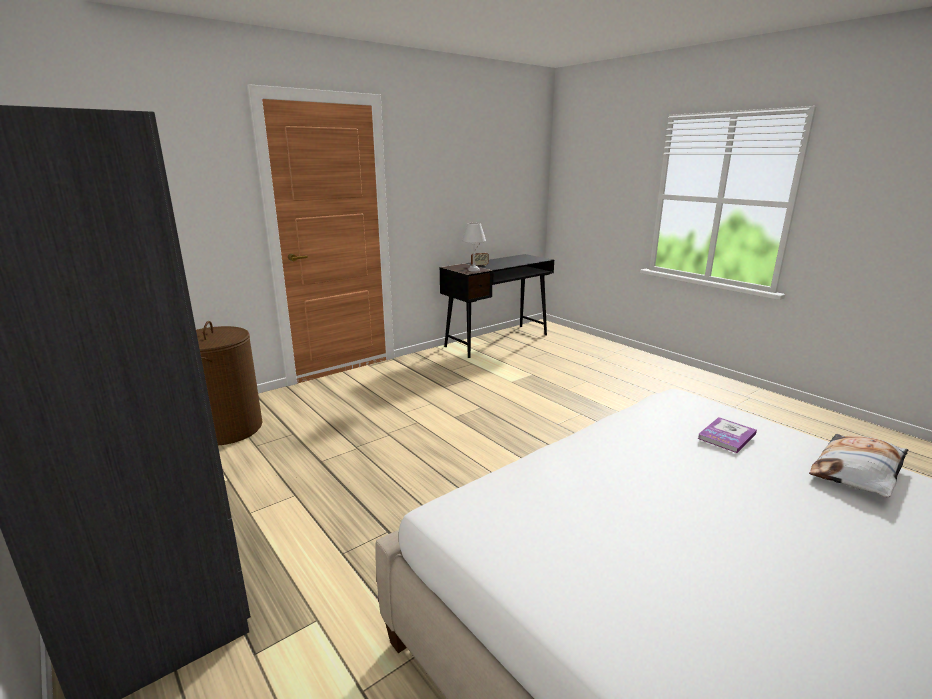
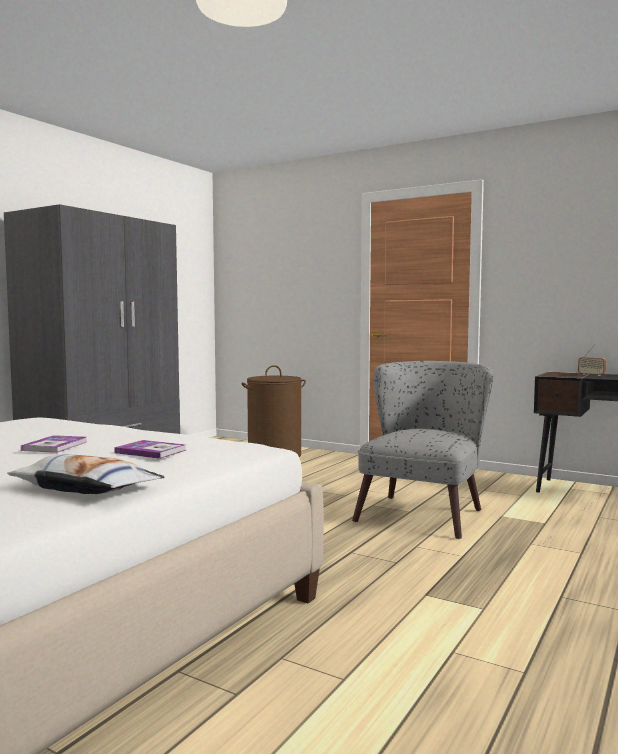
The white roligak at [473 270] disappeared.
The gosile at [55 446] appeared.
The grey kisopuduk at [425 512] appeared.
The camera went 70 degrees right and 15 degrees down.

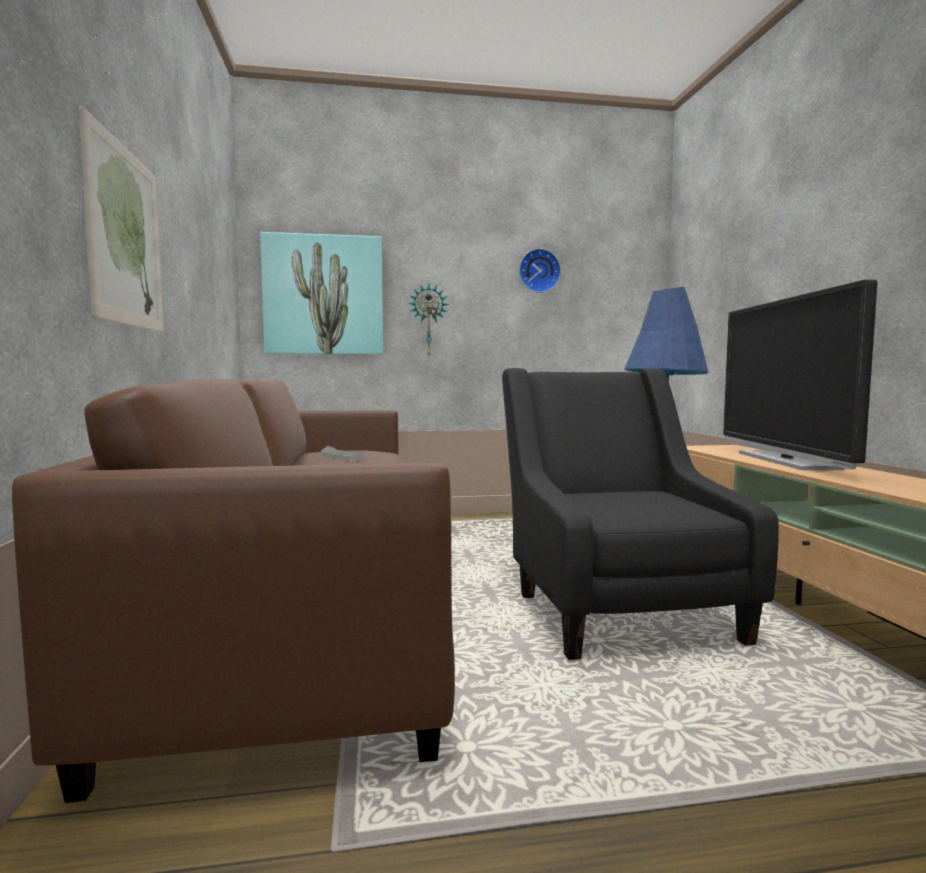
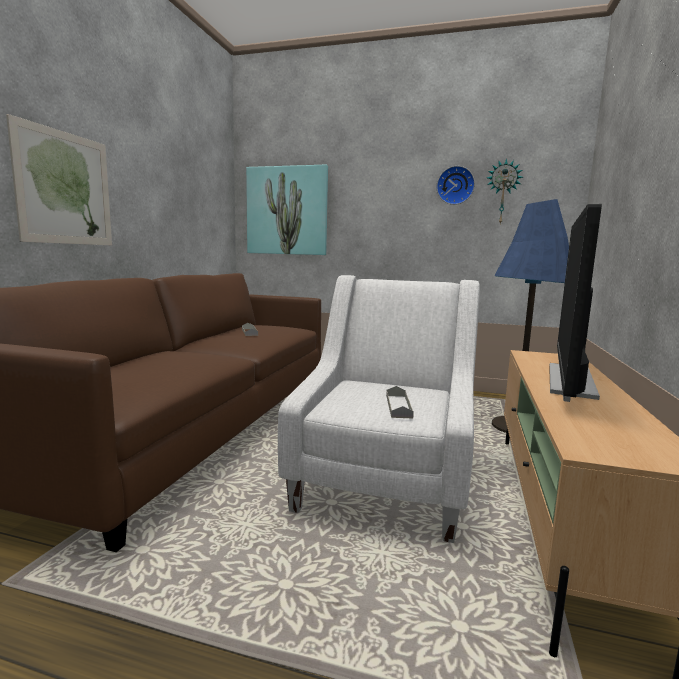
The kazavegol moved from [428 320] to [503 192].
The black kisopuduk at [616 608] became the white kisopuduk at [385 480].
The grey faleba at [398 406] appeared.
The camera went 25 degrees right and 5 degrees up.

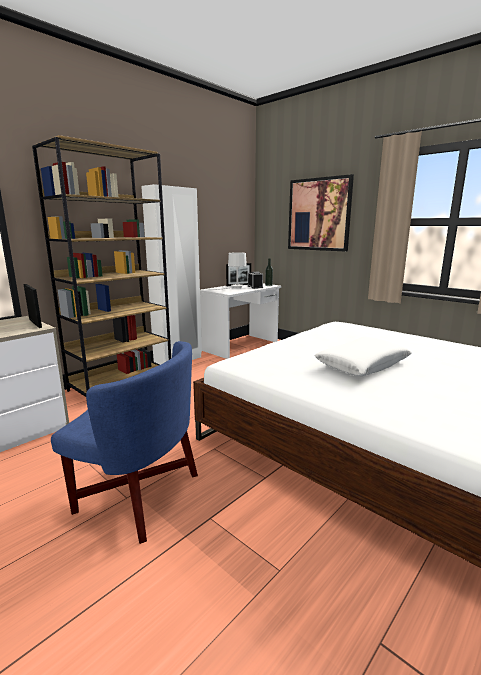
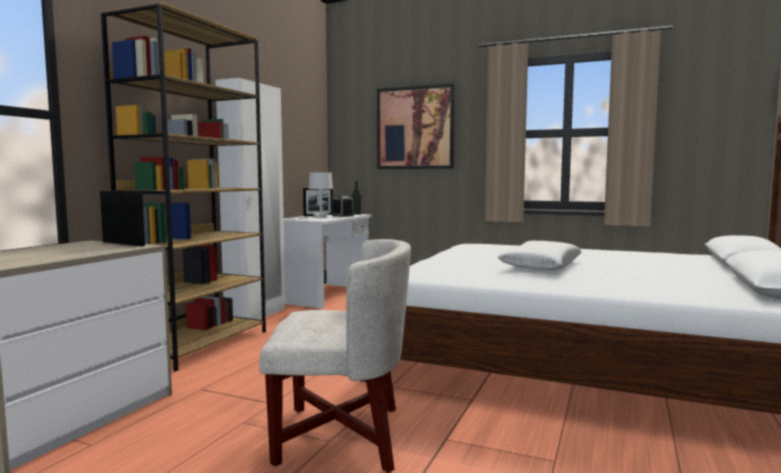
The blue kisopuduk at [139 494] became the white kisopuduk at [341 436].
The camera went 20 degrees left and 10 degrees down.

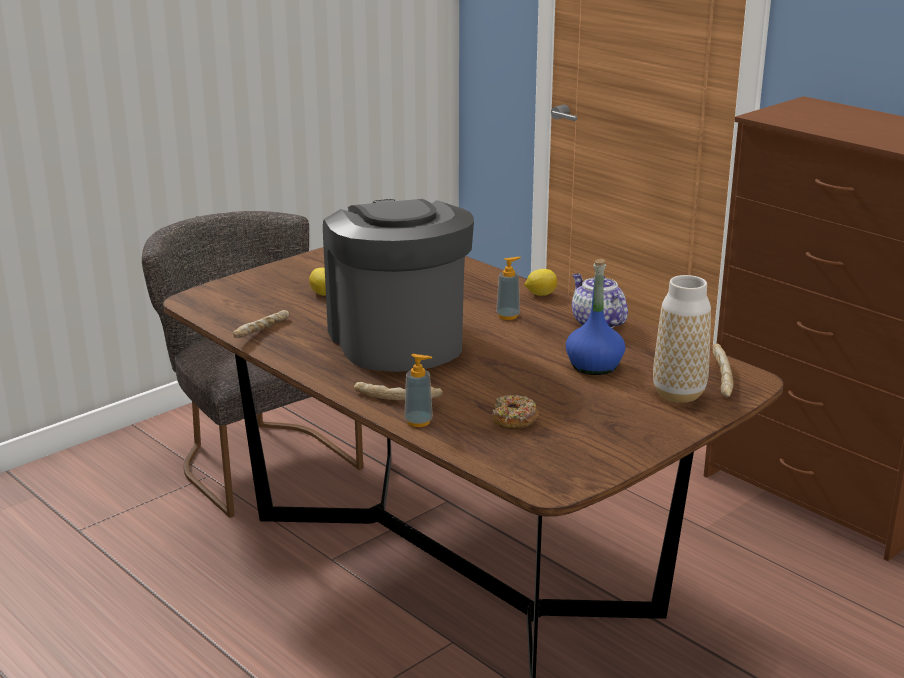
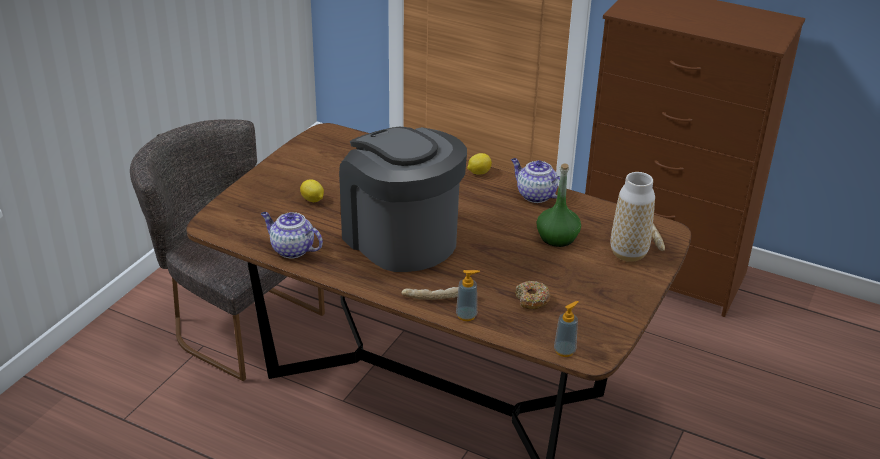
The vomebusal at [262 332] was replaced by the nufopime at [291 249].
The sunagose moved from [508 316] to [564 351].
The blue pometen at [594 366] became the green pometen at [557 238].
The camera went 20 degrees left and 10 degrees up.

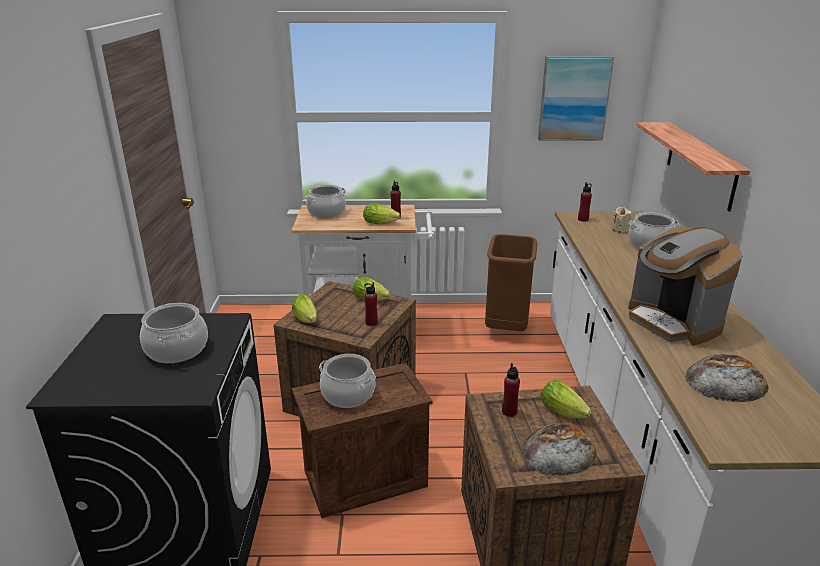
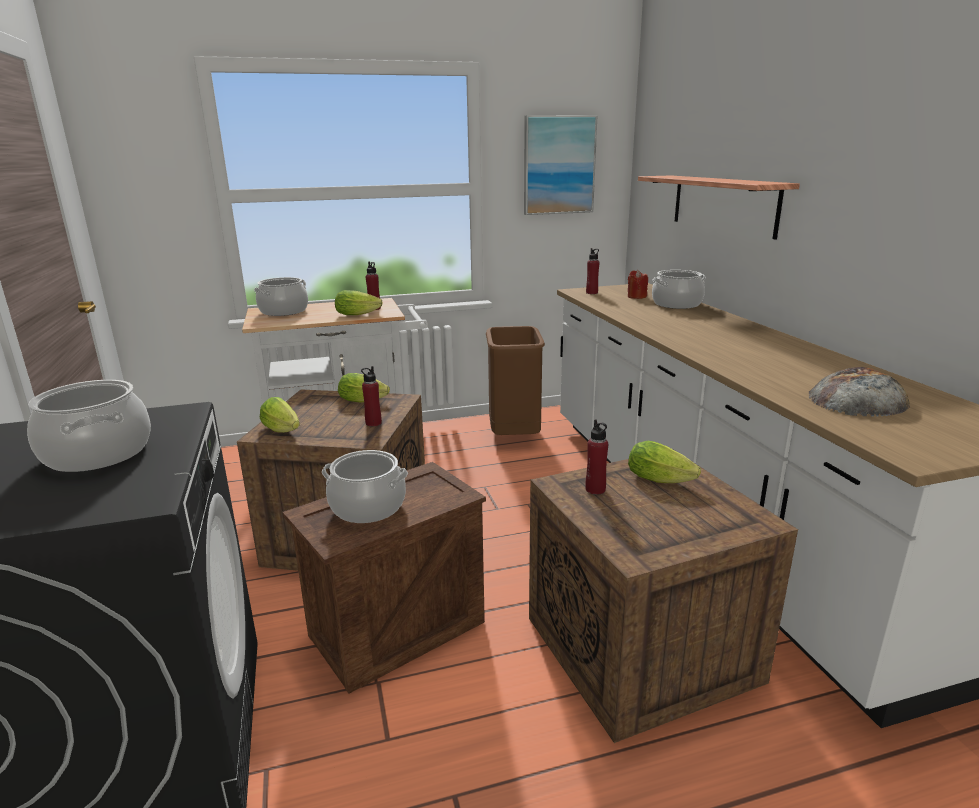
The vomebusal at [559 451] disappeared.
The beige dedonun at [620 230] became the red dedonun at [636 297].
The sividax at [673 322] disappeared.
The camera went 15 degrees left and 5 degrees down.

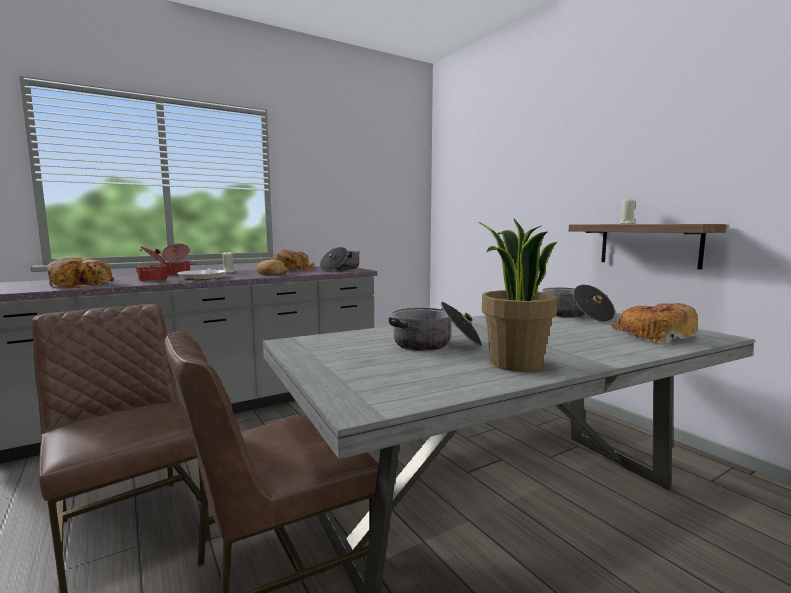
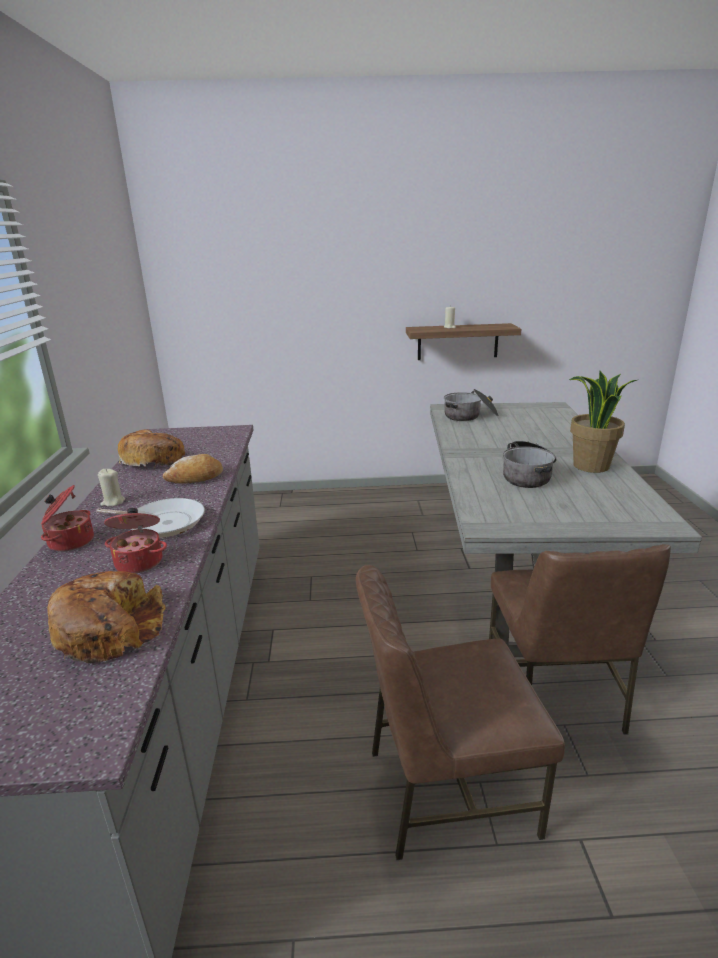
The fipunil at [340 269] disappeared.
The vomebusal at [654 335] disappeared.
The camera went 60 degrees left and 15 degrees up.

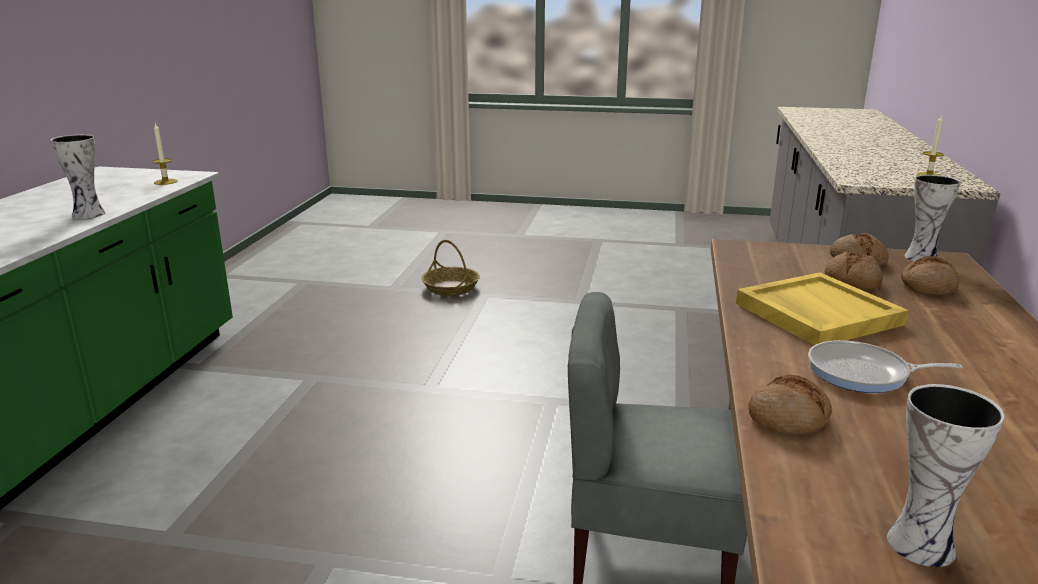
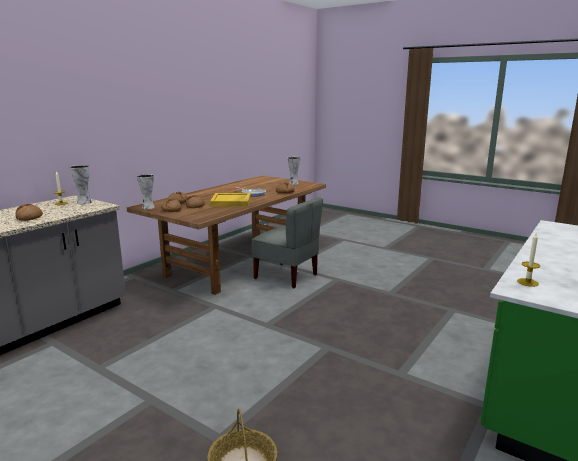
The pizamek moved from [90 214] to [84 202].
The vomebusal at [29 217] appeared.
The camera went 155 degrees left and 5 degrees down.

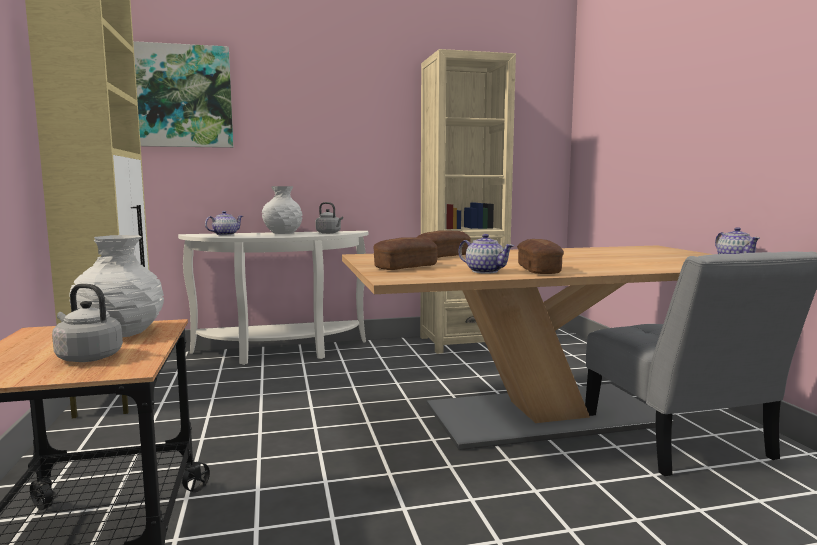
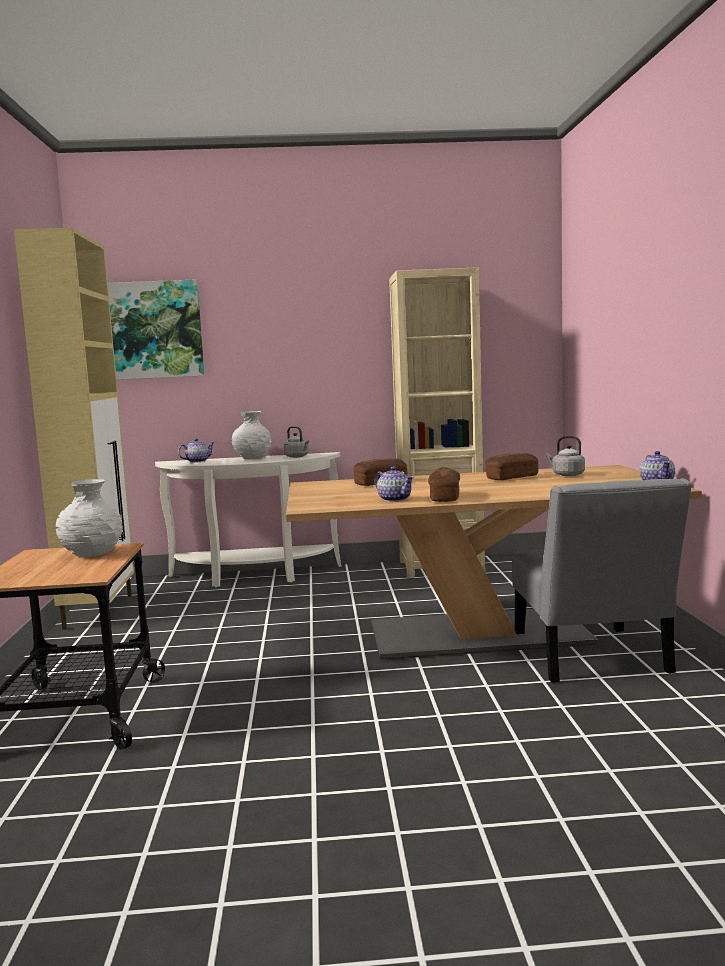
The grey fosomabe moved from [87 357] to [566 475].
The vomebusal moved from [405 267] to [512 477].
The camera went 10 degrees right and 0 degrees up.

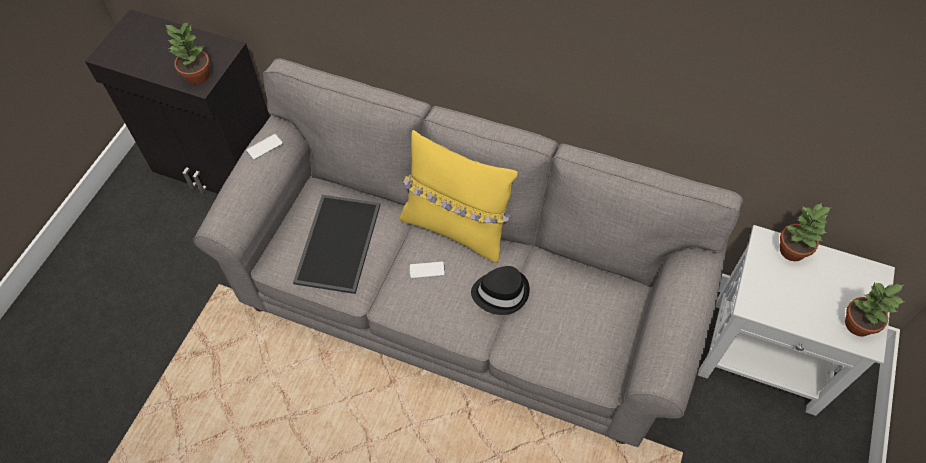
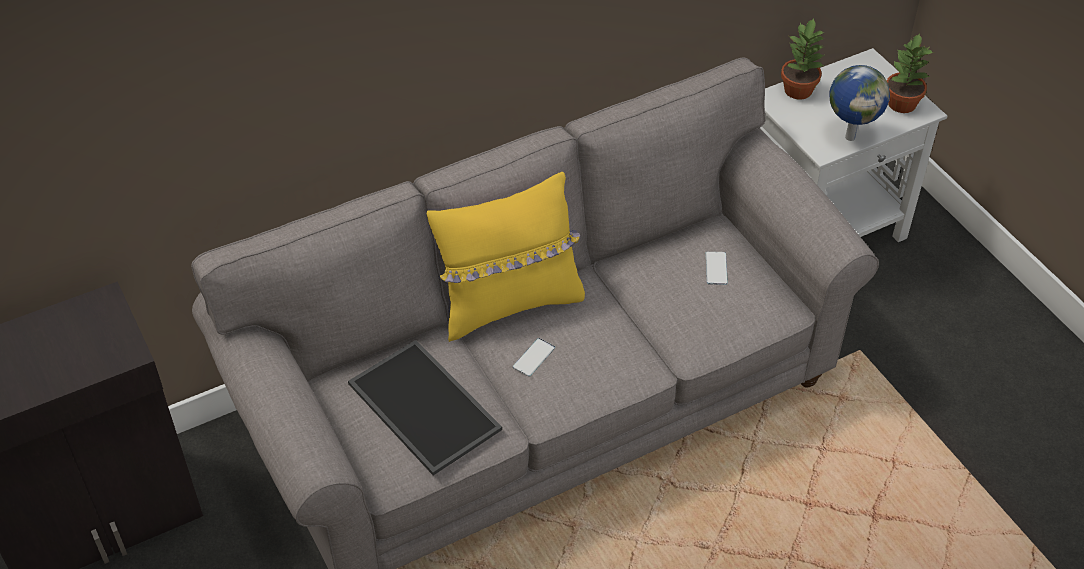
The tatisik at [196 76] disappeared.
The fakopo moved from [264 147] to [716 268].
The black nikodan at [500 292] disappeared.
The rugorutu at [850 136] appeared.
The camera went 50 degrees left and 10 degrees down.

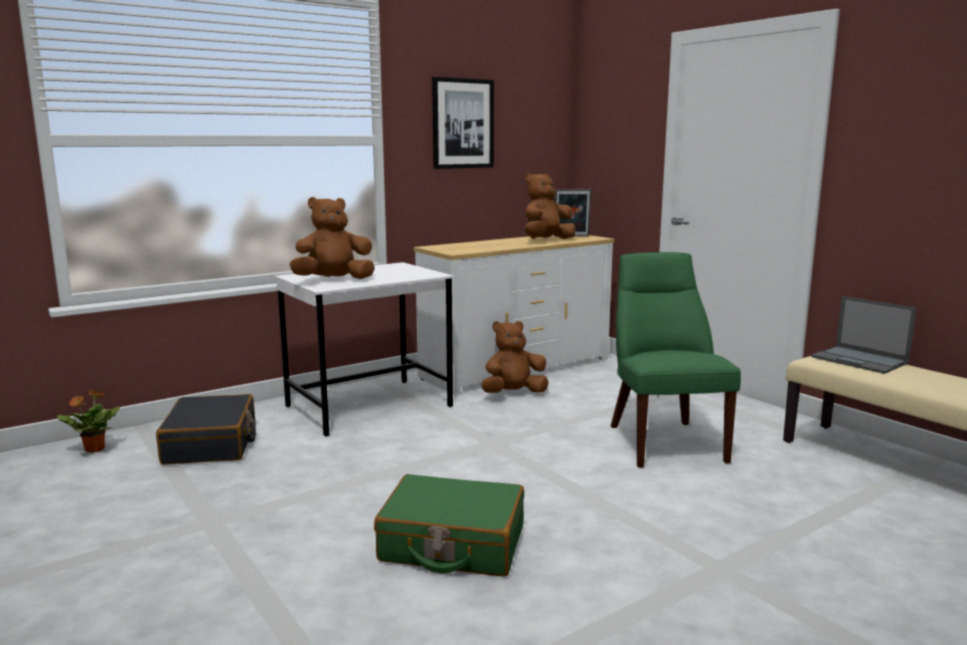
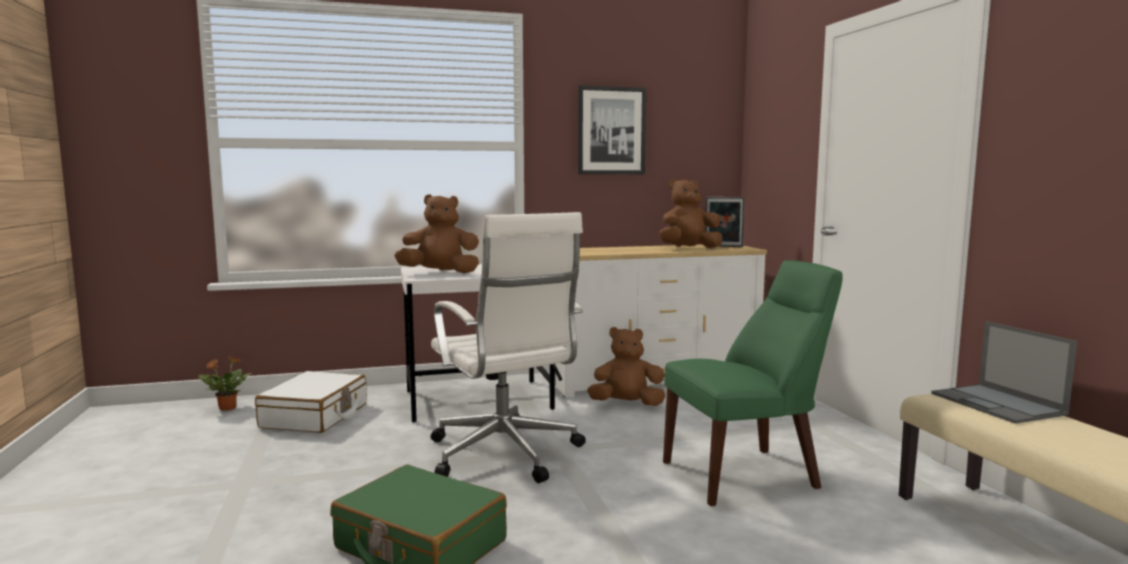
The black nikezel at [211 444] became the white nikezel at [315 416].
The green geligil at [663 441] turned 60 degrees clockwise.
The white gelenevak at [505 455] appeared.
The camera went 20 degrees right and 5 degrees down.

